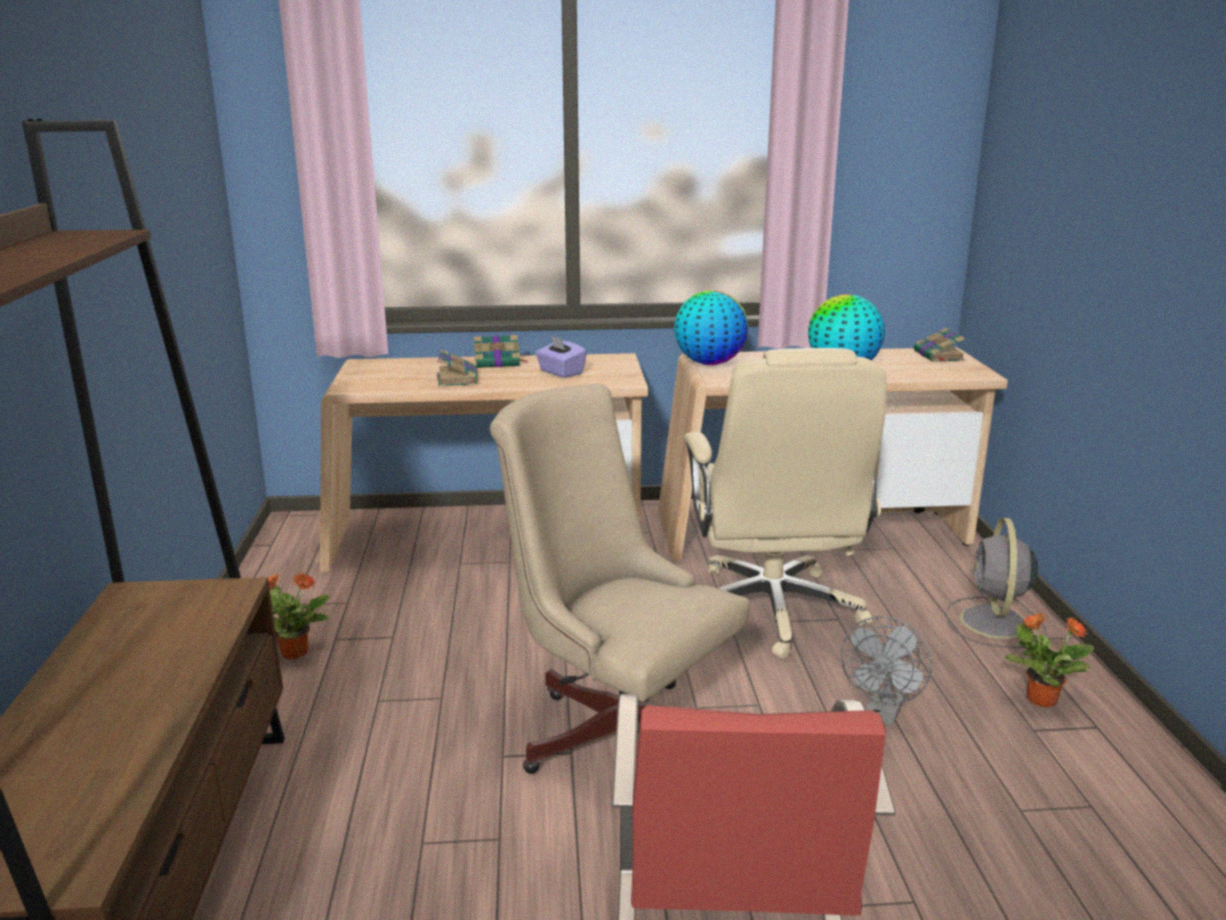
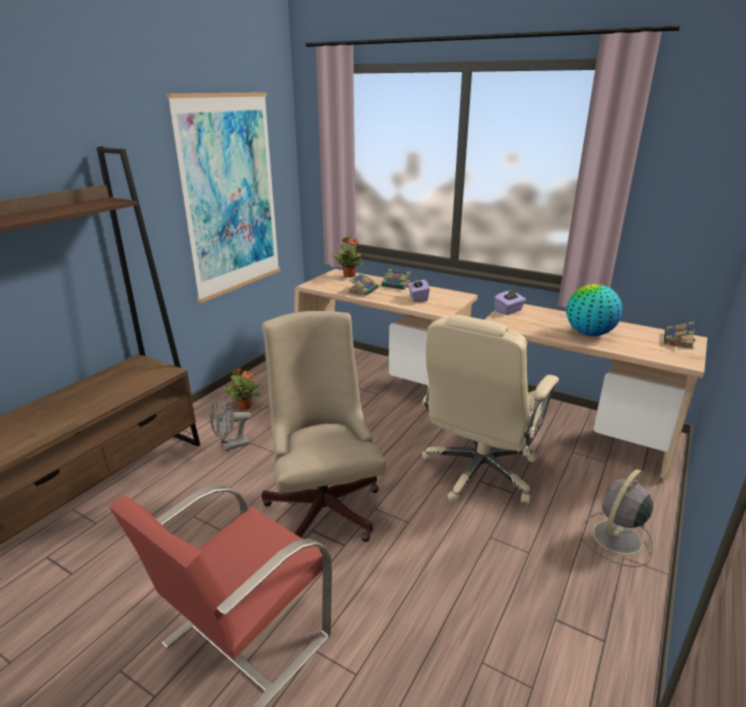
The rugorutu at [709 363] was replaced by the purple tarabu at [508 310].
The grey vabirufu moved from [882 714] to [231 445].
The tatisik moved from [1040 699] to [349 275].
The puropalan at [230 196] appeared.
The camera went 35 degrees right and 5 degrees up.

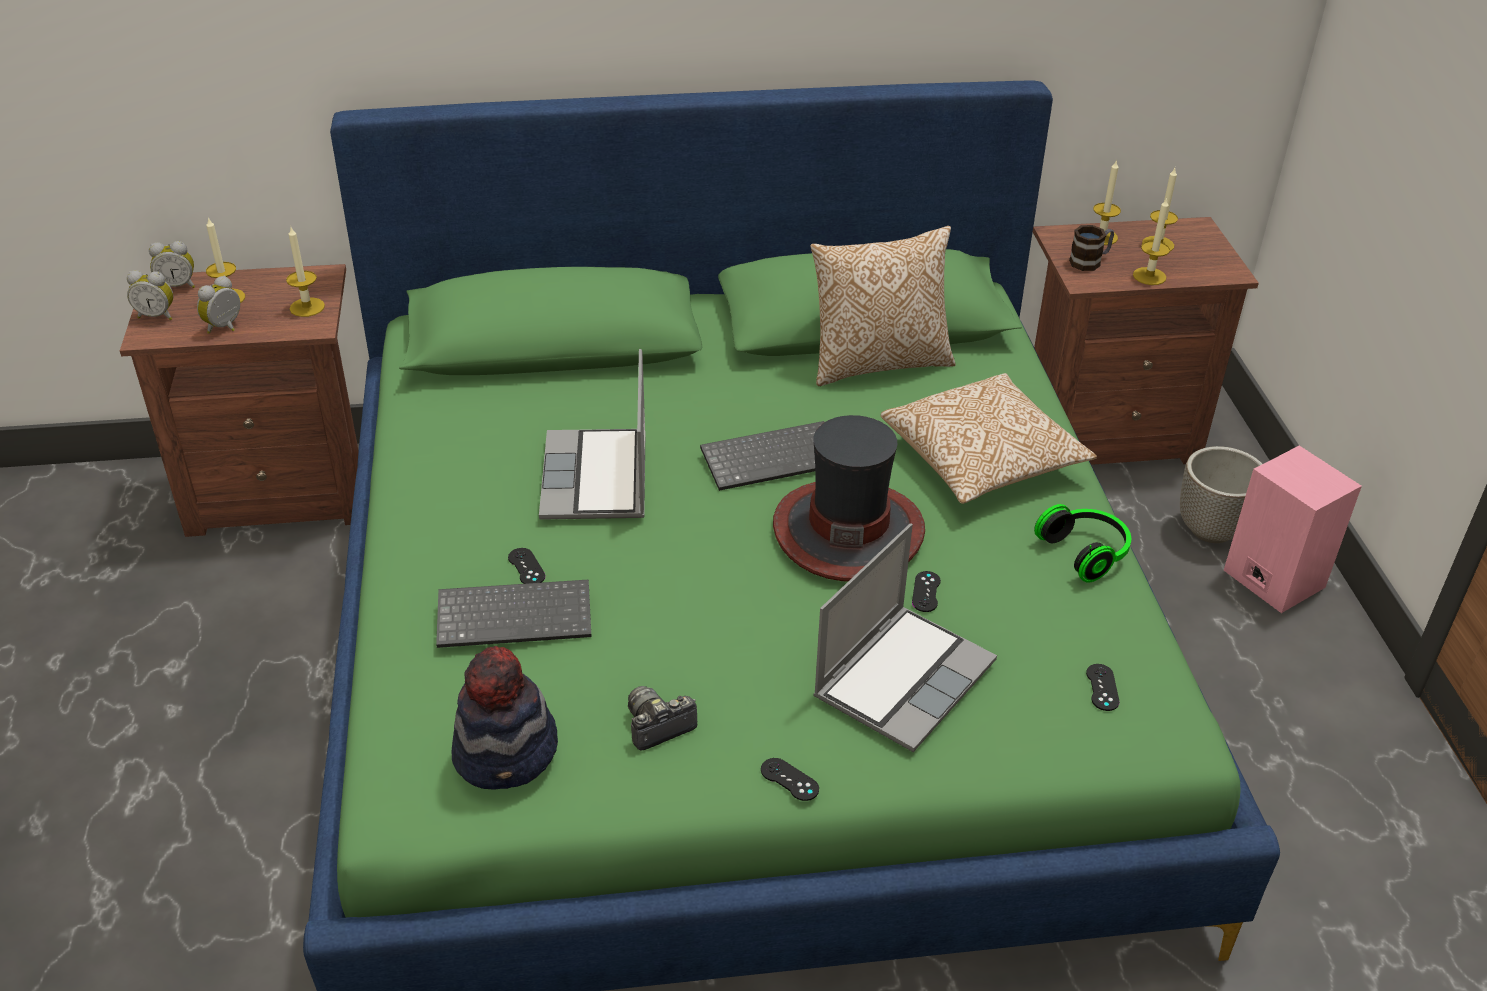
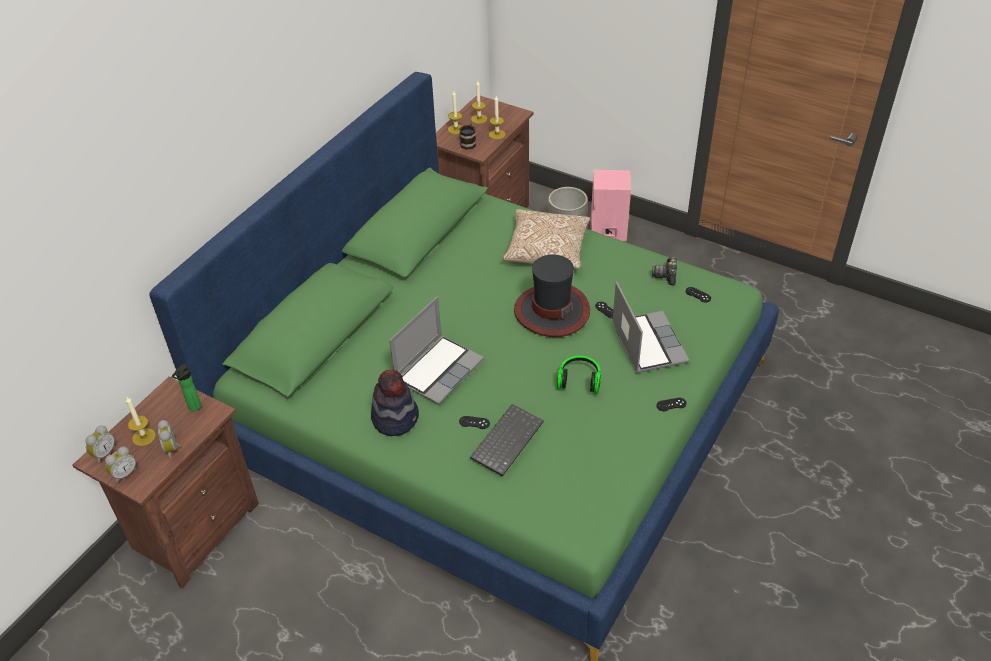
The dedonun at [307 307] was replaced by the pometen at [193 408].
The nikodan moved from [507 753] to [395 417].
The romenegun at [597 479] turned 90 degrees counterclockwise.
The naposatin moved from [658 726] to [666 276].
The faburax at [773 457] disappeared.
The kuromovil at [878 362] disappeared.
The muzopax moved from [1086 552] to [579 380].
The camera went 50 degrees left and 5 degrees up.

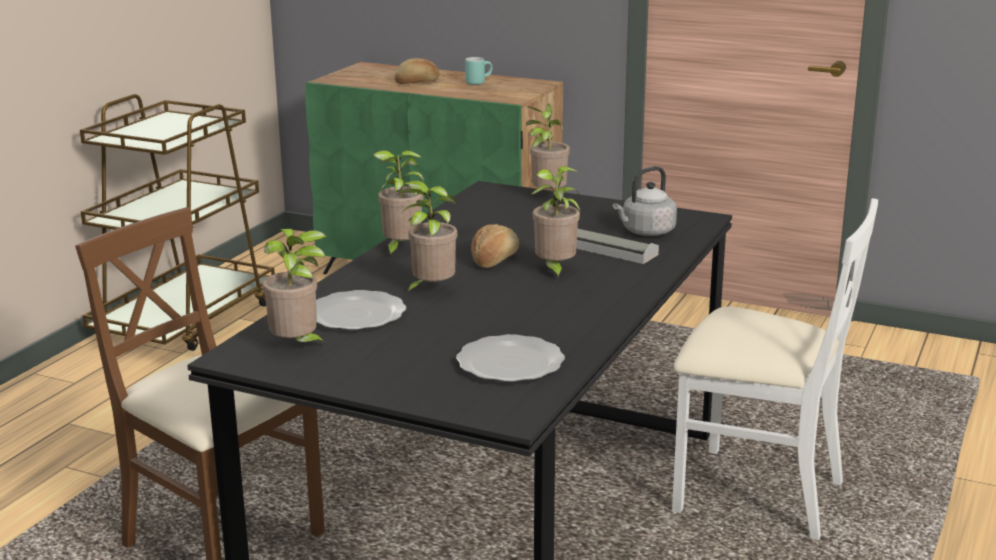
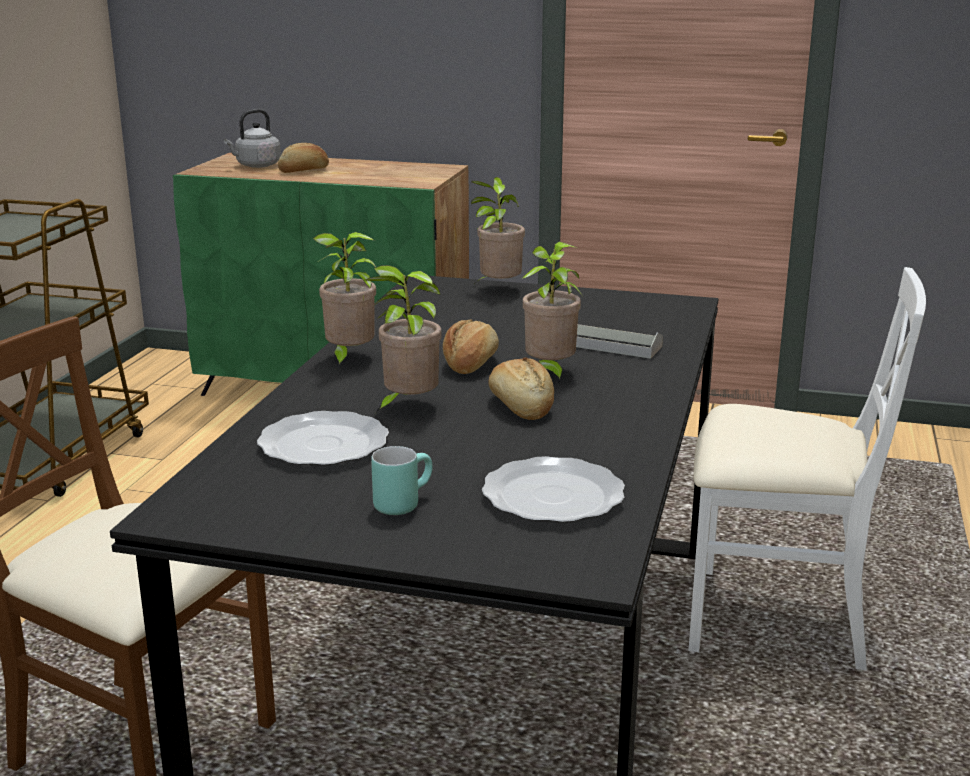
The tatisik at [298 347] disappeared.
The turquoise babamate moved from [478 82] to [402 502].
The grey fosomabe moved from [646 232] to [256 166].
The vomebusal at [521 406] appeared.
The camera went 10 degrees left and 0 degrees up.

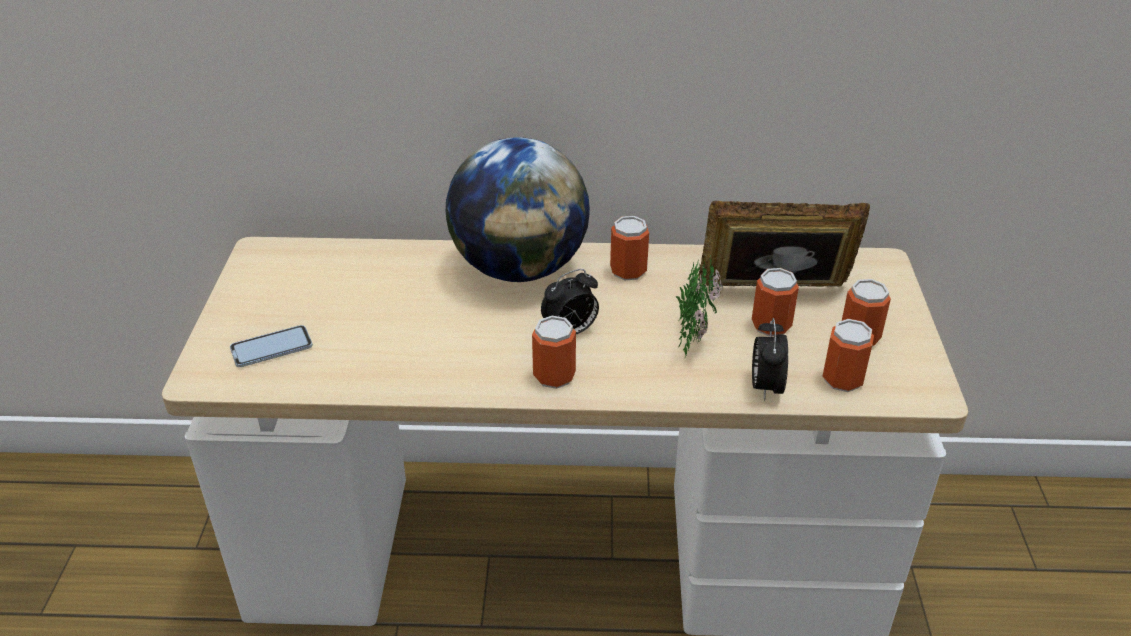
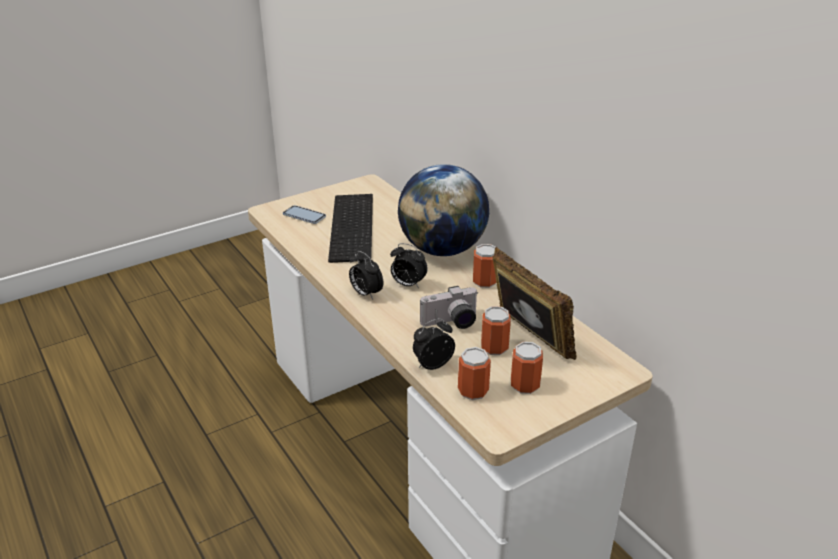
The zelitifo at [554 376] was replaced by the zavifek at [365 294].
The tatisik at [692 335] was replaced by the naposatin at [451 323].
The faburax at [354 227] appeared.
The camera went 55 degrees right and 5 degrees down.

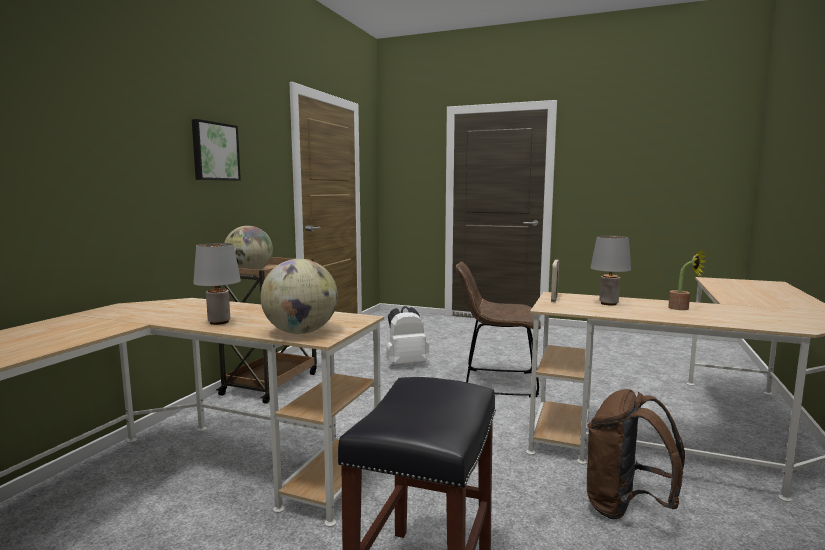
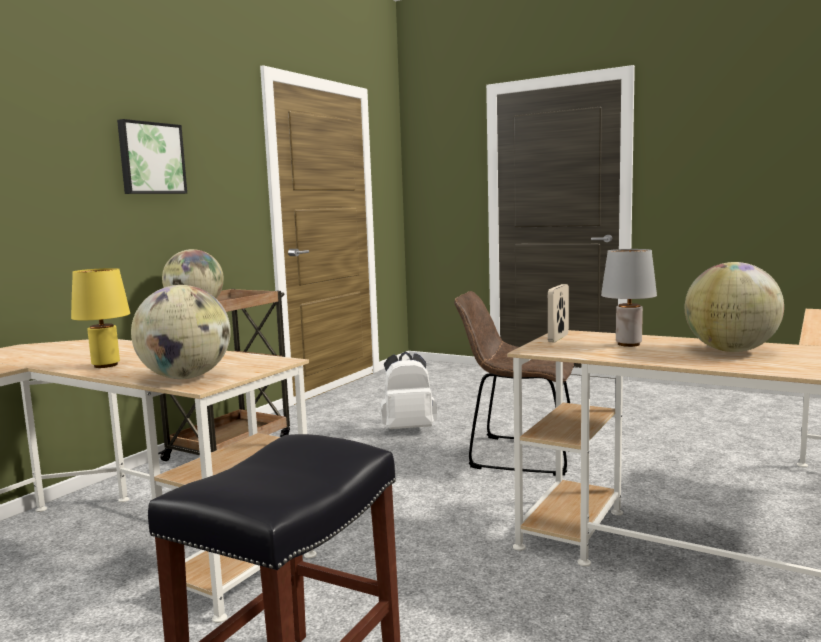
The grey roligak at [219 322] became the yellow roligak at [106 365].
The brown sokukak at [626 507] disappeared.
The tatisik at [682 308] was replaced by the rugorutu at [731 351].
The camera went 10 degrees right and 0 degrees up.

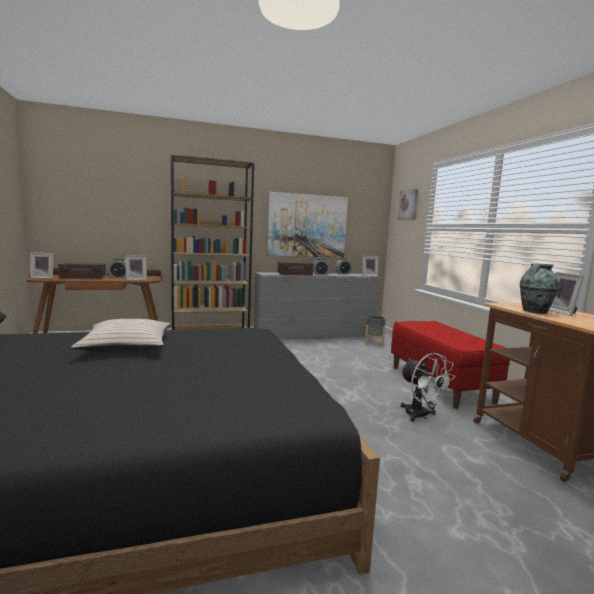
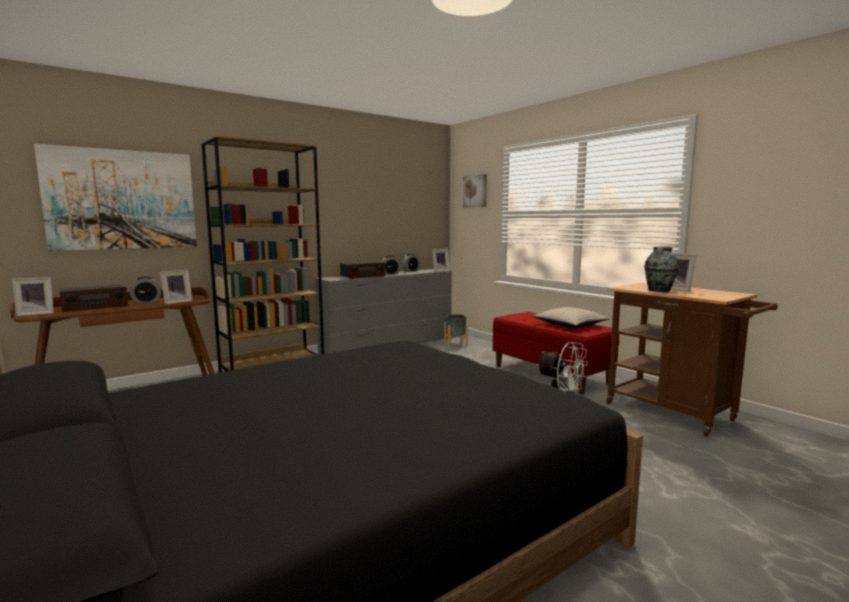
The beige kuromovil moved from [126 346] to [570 325].
The puropalan moved from [307 226] to [122 200].
The camera went 20 degrees left and 0 degrees up.

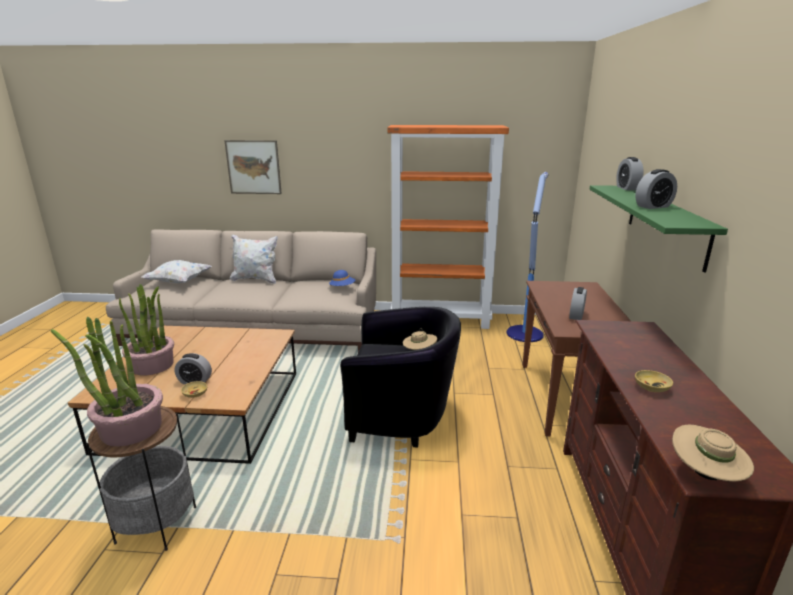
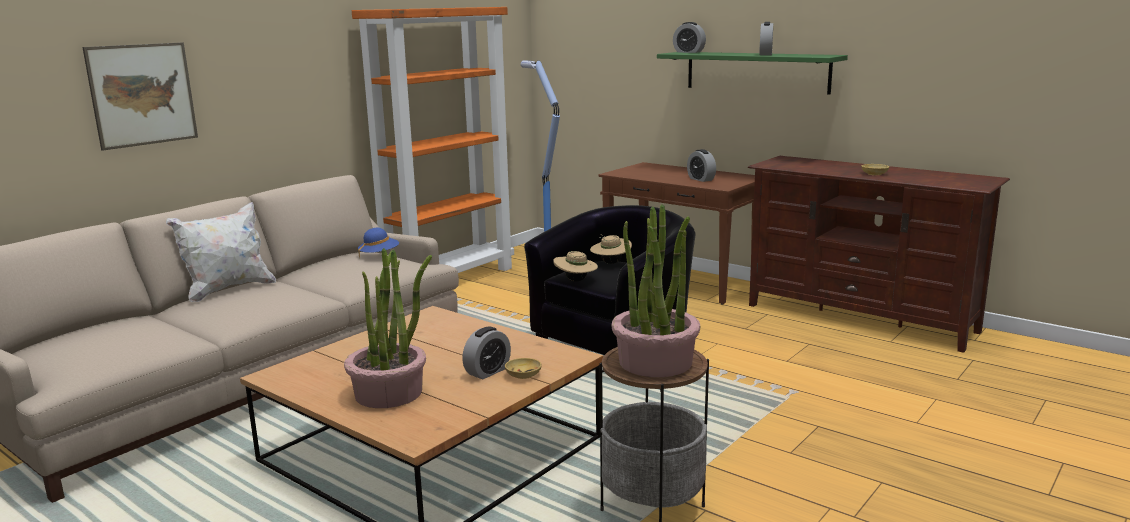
The white kuromovil at [179 282] disappeared.
The beige nikodan moved from [705 475] to [576 281].
The camera went 55 degrees left and 5 degrees down.

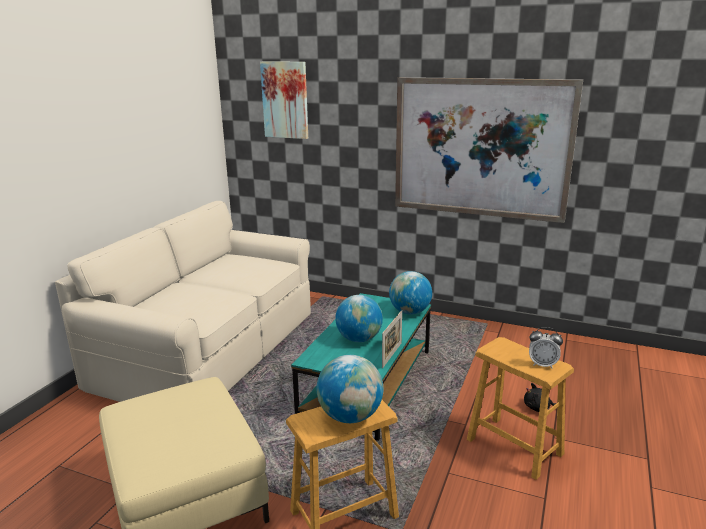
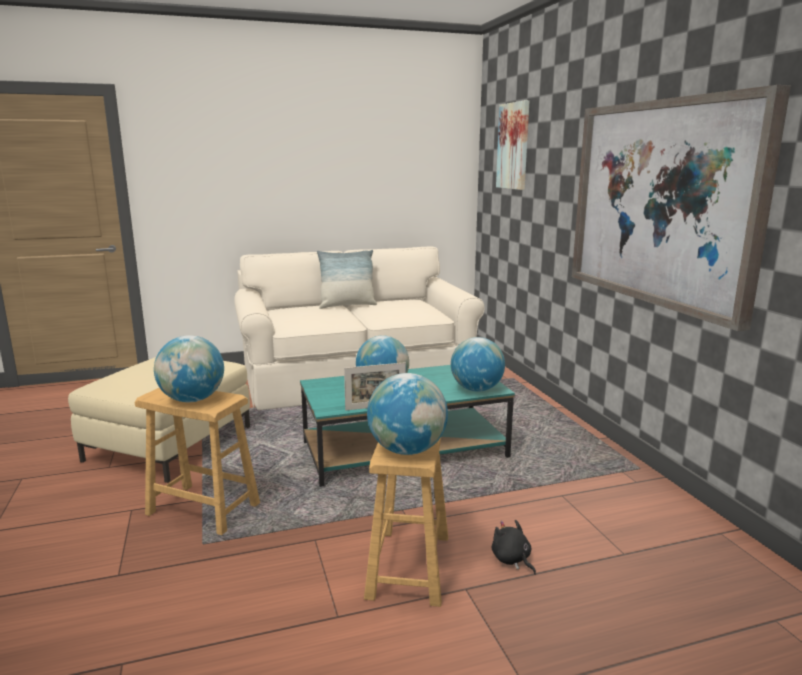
The zavifek at [542 364] was replaced by the rugorutu at [407 450].
The kuromovil at [347 305] appeared.
The camera went 50 degrees right and 5 degrees down.

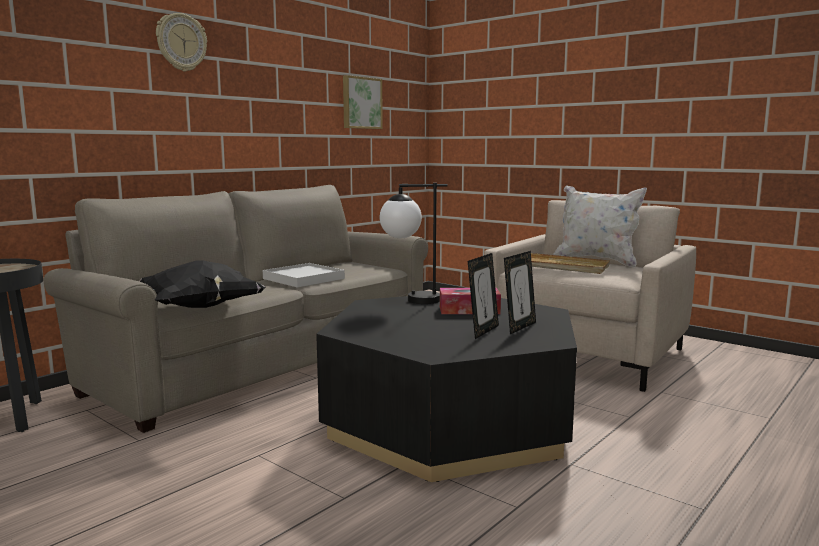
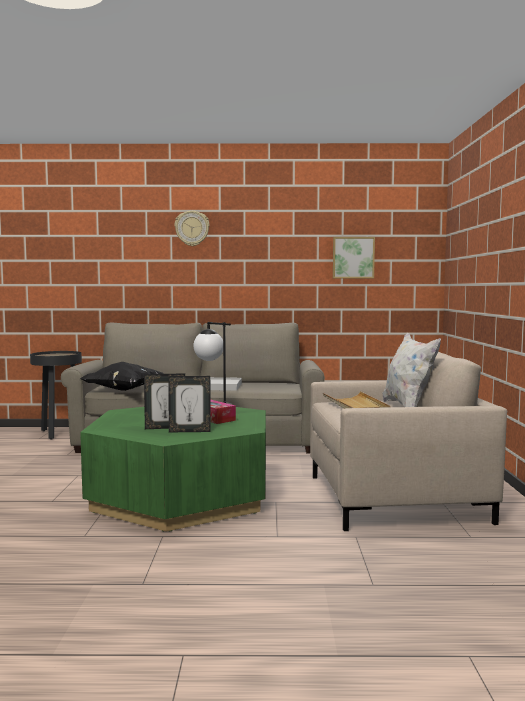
The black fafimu at [449 421] became the green fafimu at [181 495].
The camera went 50 degrees right and 5 degrees down.

